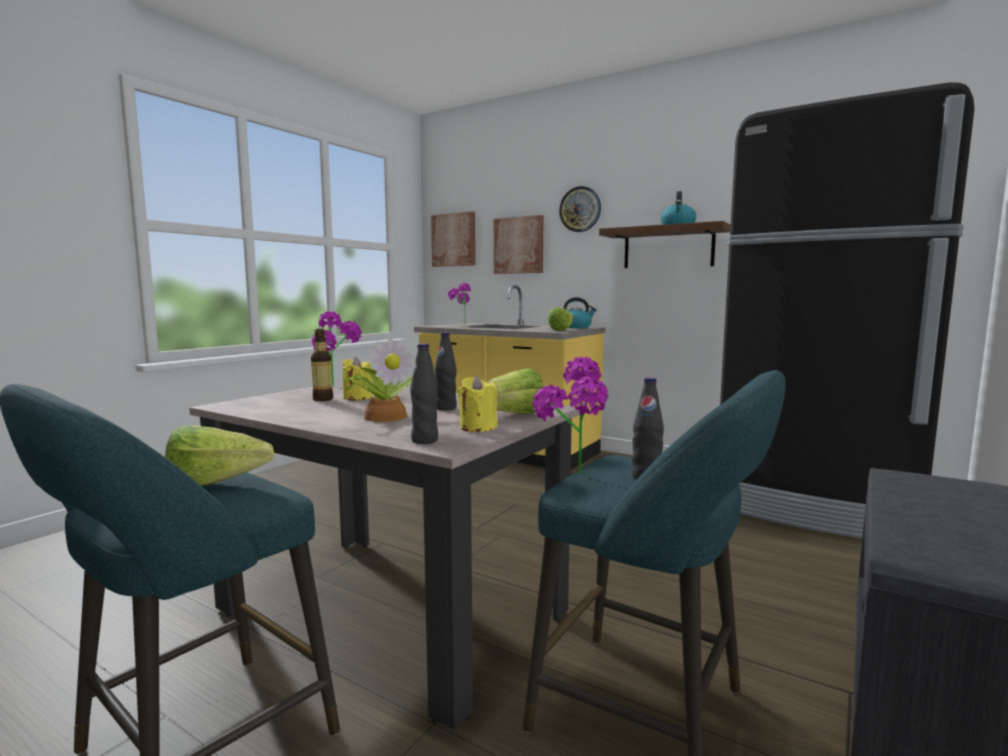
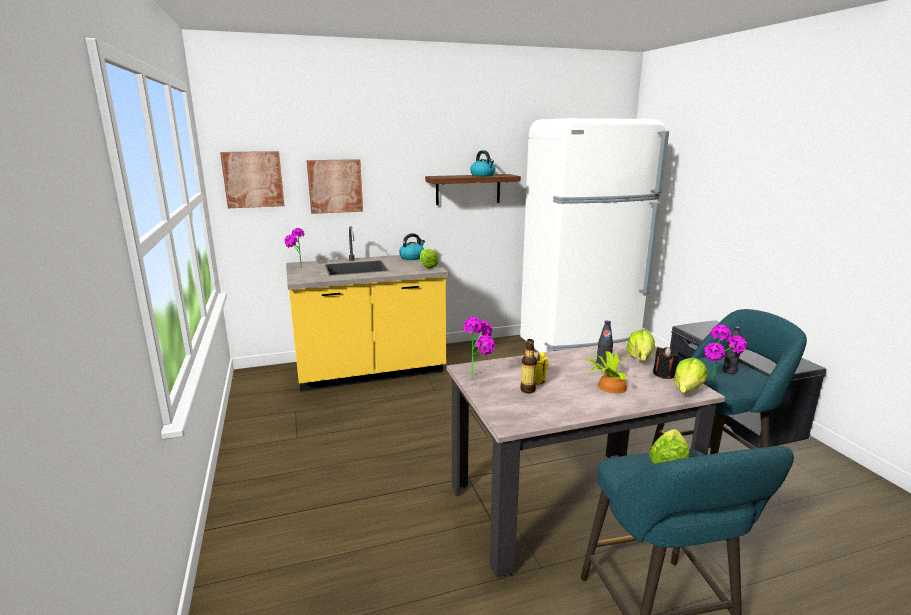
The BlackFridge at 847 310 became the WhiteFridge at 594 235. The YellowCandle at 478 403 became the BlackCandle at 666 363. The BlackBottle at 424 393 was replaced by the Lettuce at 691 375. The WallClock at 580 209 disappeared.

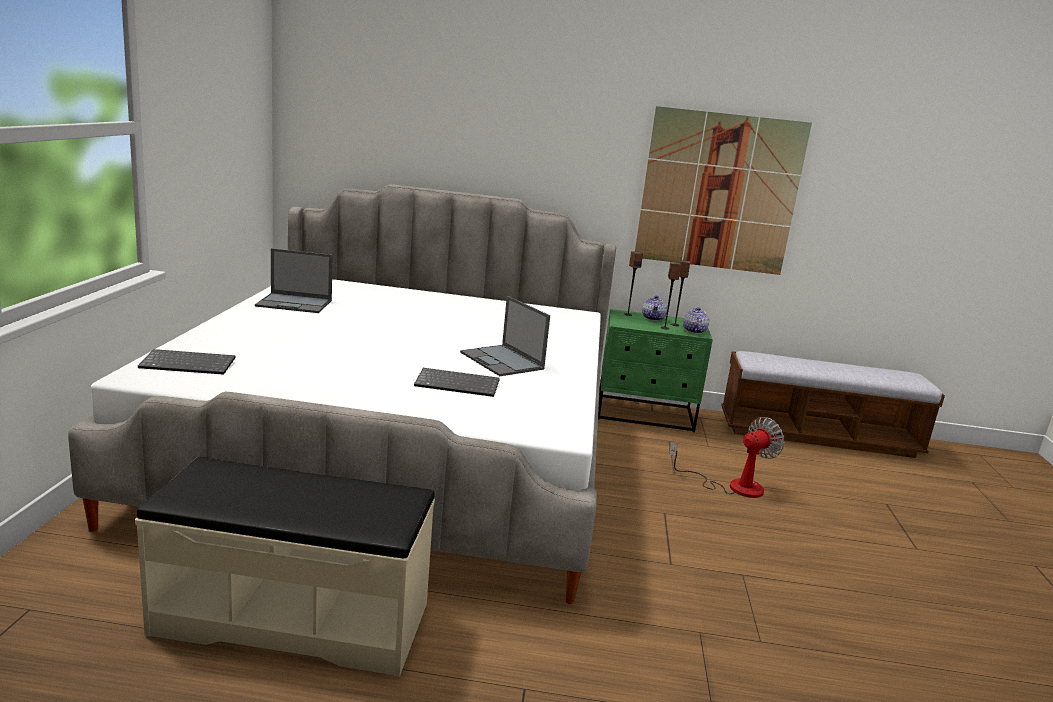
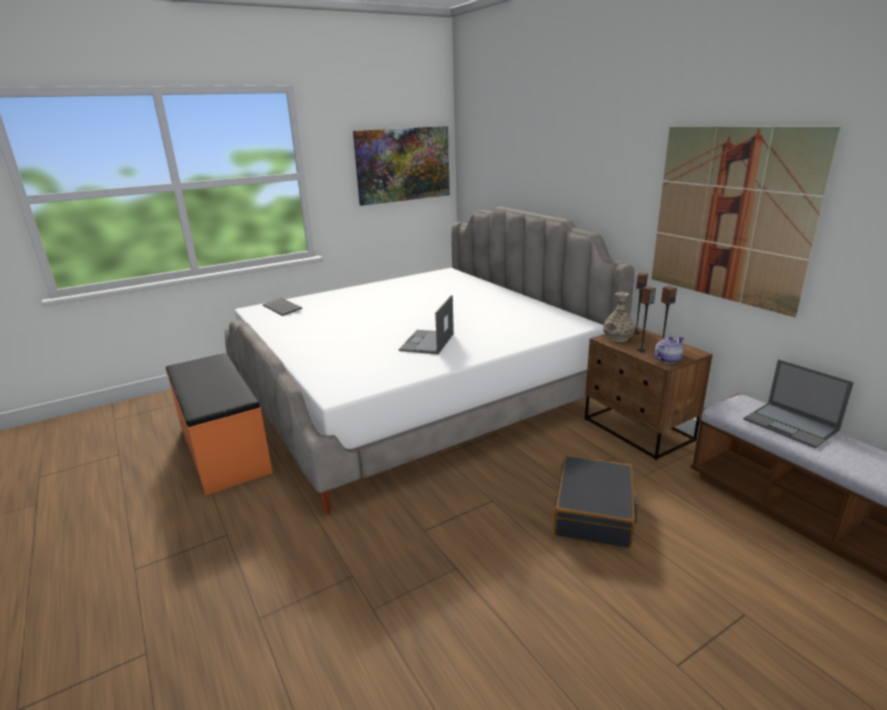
The BeigeBench at 285 567 became the OrangeBench at 219 424. The Picture at 401 166 appeared. The Fan at 727 457 was replaced by the BlackSuitcase at 596 502. The GreenNightstand at 655 370 became the BrownNightstand at 649 393. The Vase at 619 317 appeared. The Laptop moved from 294 280 to 798 403. The Keyboard at 457 382 disappeared. The Teapot at 654 308 disappeared.

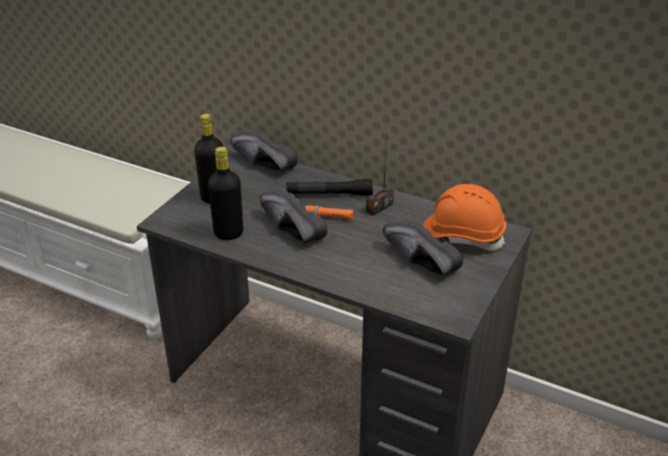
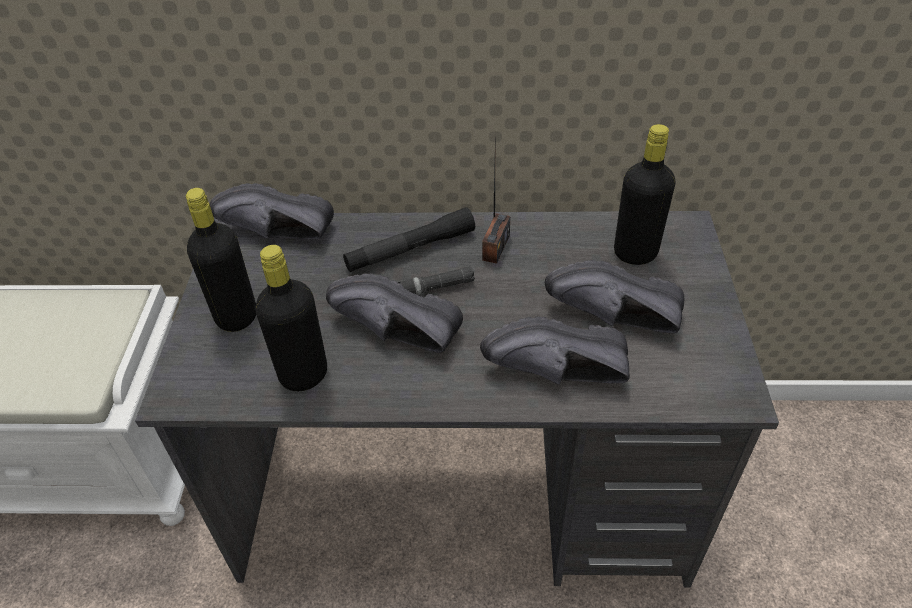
The OrangeFlashlight at 329 212 became the BlackFlashlight at 436 280. The BlackShoe at 555 350 appeared. The OrangeHardHat at 464 217 was replaced by the BlackBottle at 645 194.

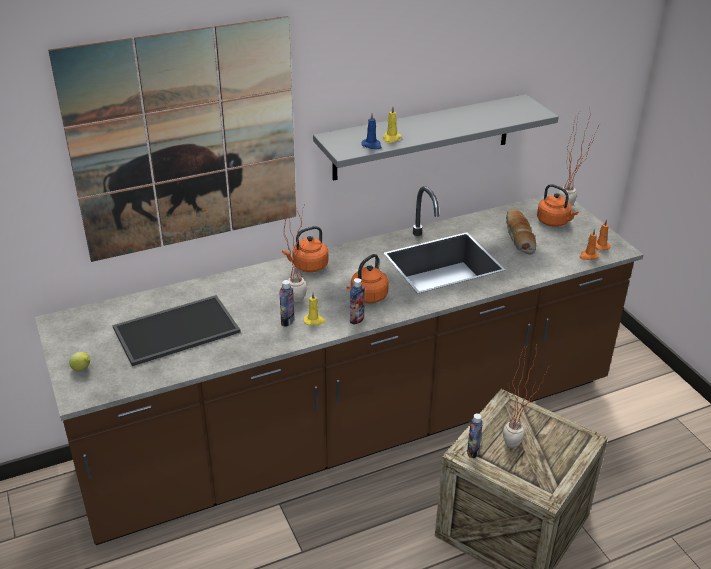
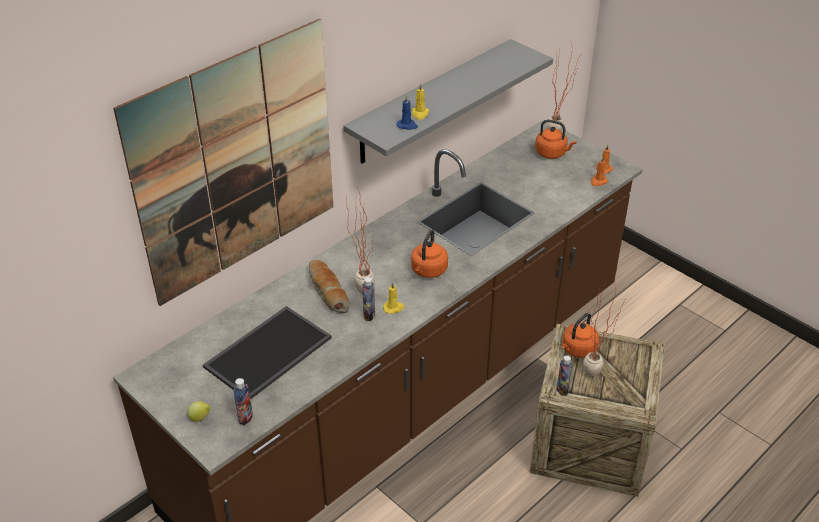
The Bottle moved from 357 301 to 243 401. The Bread moved from 521 232 to 329 286. The OrangeKettle moved from 305 249 to 580 335.

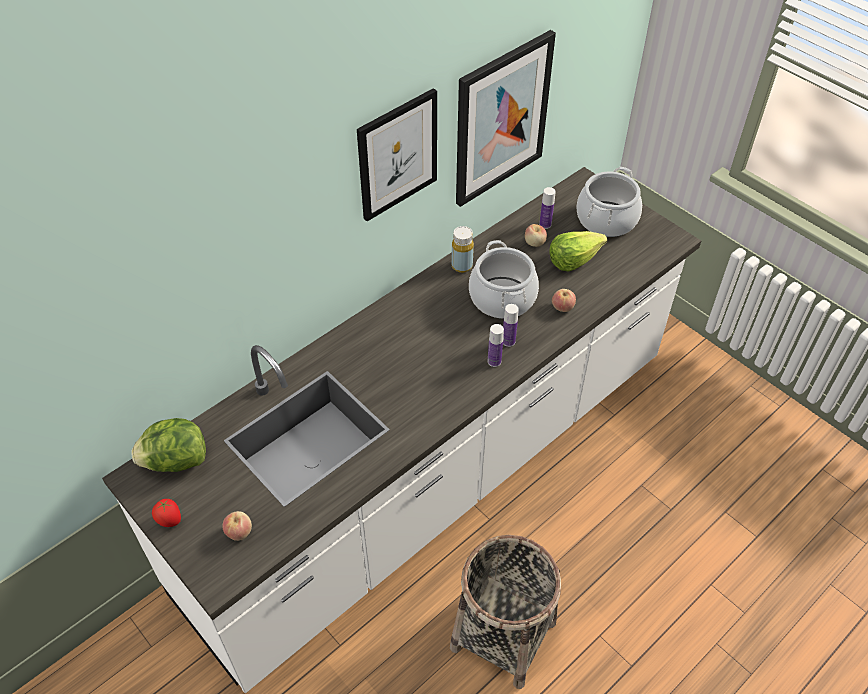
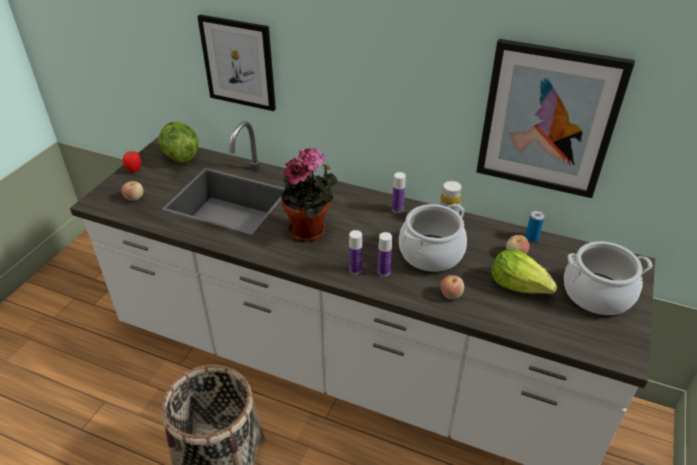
The Picture moved from 397 154 to 236 63. The PottedPlant at 309 194 appeared. The Bottle moved from 547 208 to 399 192. The Can at 535 226 appeared.

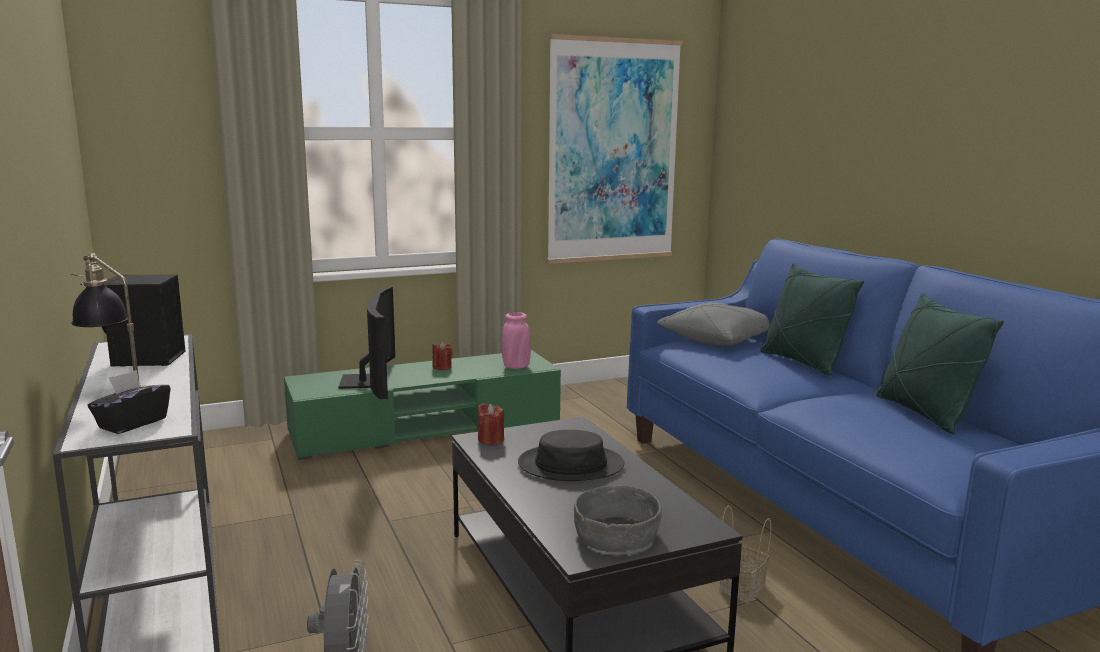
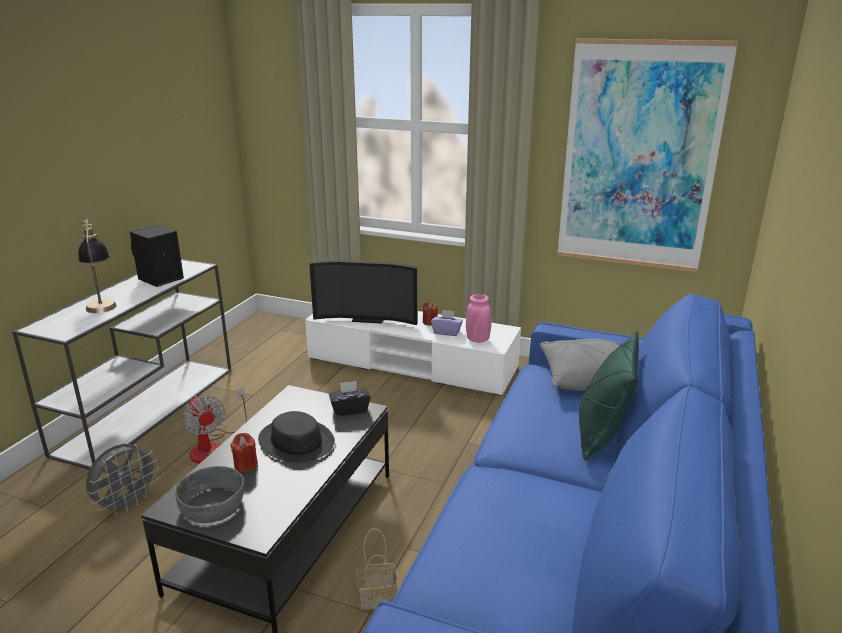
The Fan at 215 426 appeared. The RedCandle moved from 491 424 to 244 452. The GreenTvStand at 422 405 became the WhiteTvStand at 413 353. The Television at 367 343 turned 60 degrees clockwise. The BlackTissueBox moved from 129 402 to 349 398. The PurpleTissueBox at 447 323 appeared. The GreenPillow at 940 363 disappeared.

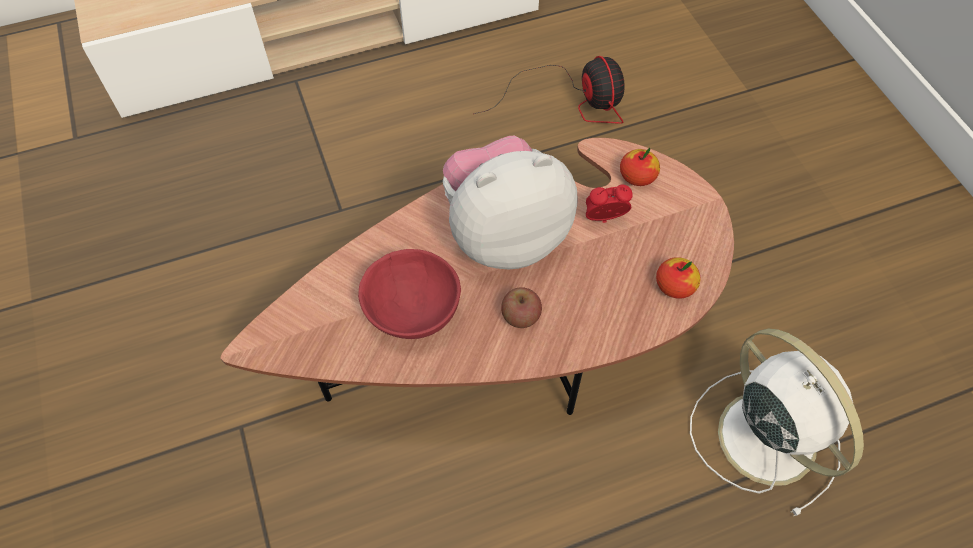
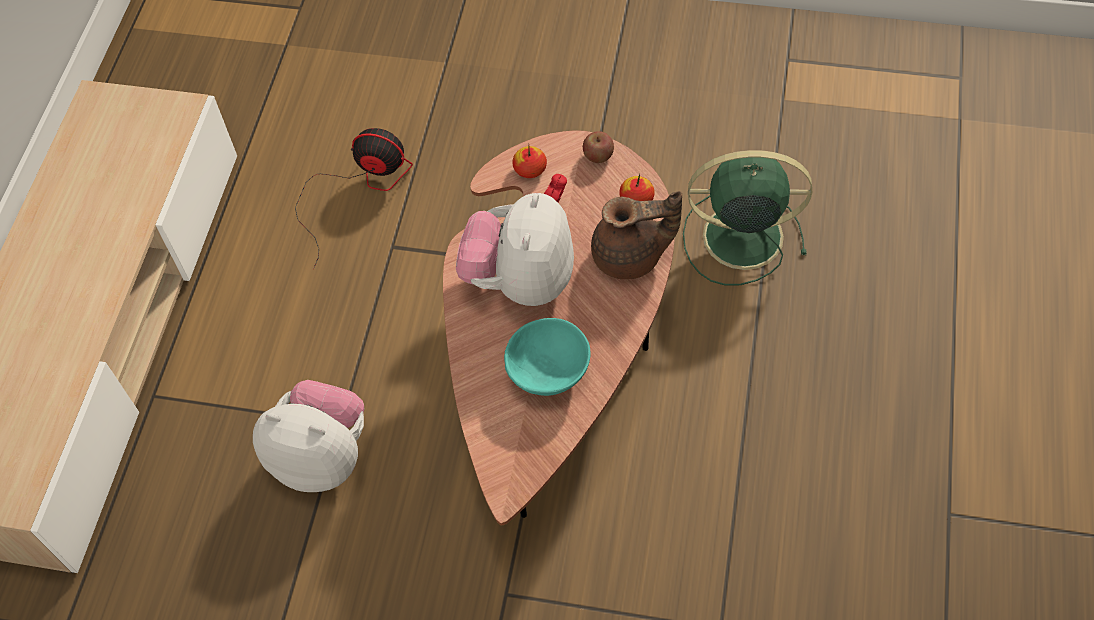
The PlushToy at 308 436 appeared. The RedBowl at 409 294 became the TurquoiseBowl at 547 357. The Apple moved from 521 307 to 598 147. The BrownTeapot at 636 235 appeared. The WhiteFan at 777 423 became the GreenFan at 747 218.

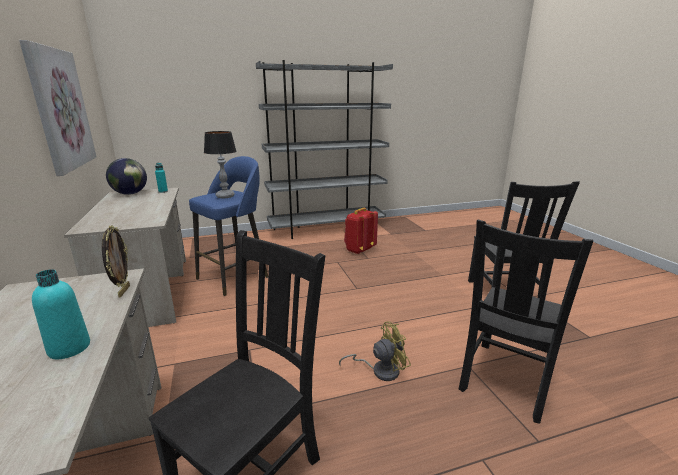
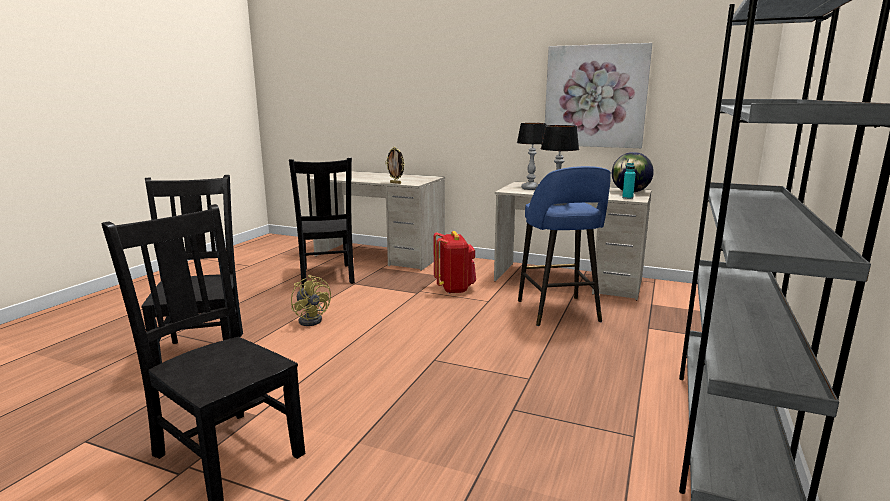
The YellowFan at 375 351 turned 60 degrees counterclockwise. The RedBackpack moved from 361 231 to 454 262. The TableLamp at 532 156 appeared. The TurquoiseBottle at 61 314 disappeared.

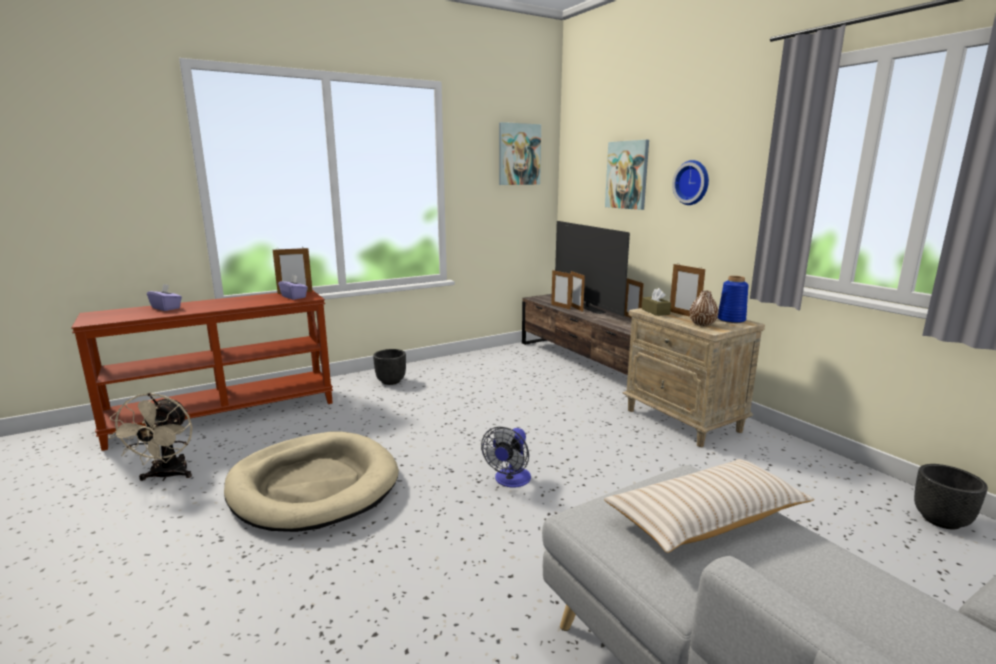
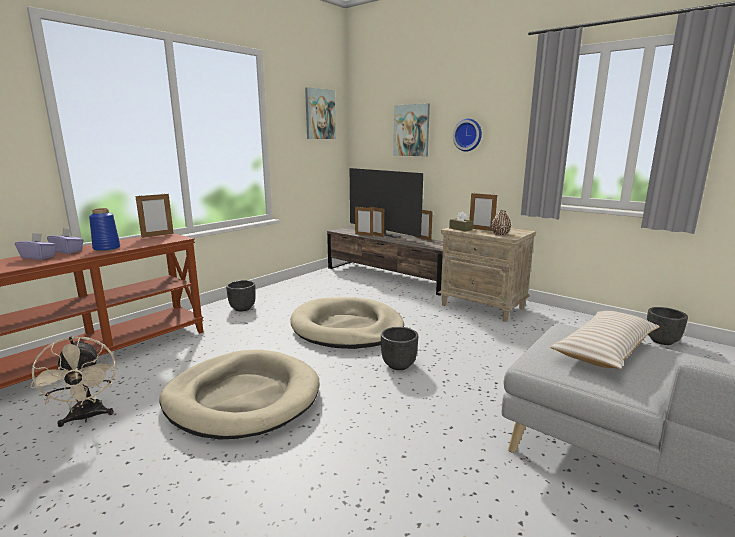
The PurpleTissueBox moved from 293 287 to 65 241. The BlueVase moved from 733 299 to 104 229. The BeigeDogBed at 347 323 appeared. The Fan at 506 457 was replaced by the BlackPlanter at 399 348.

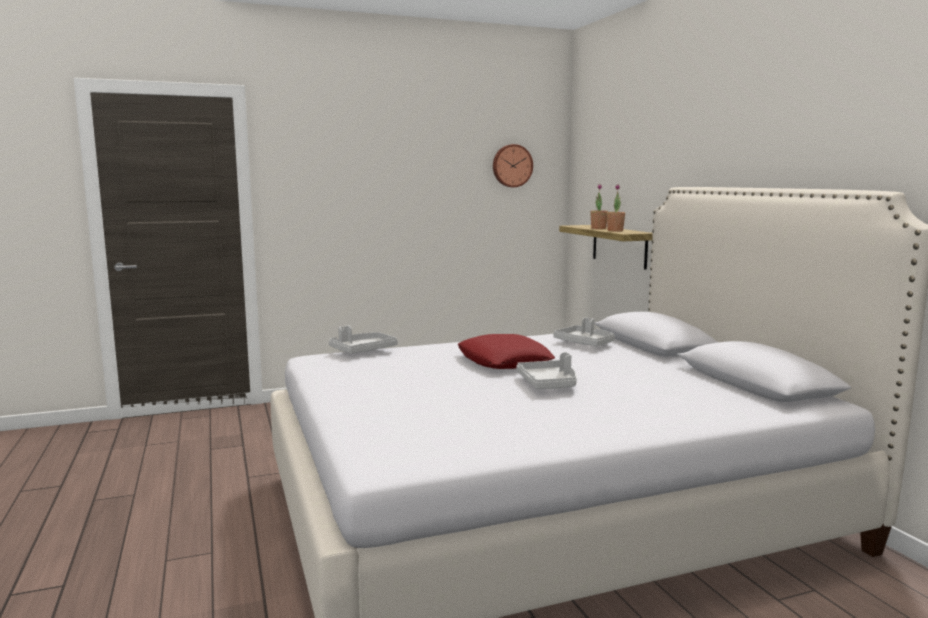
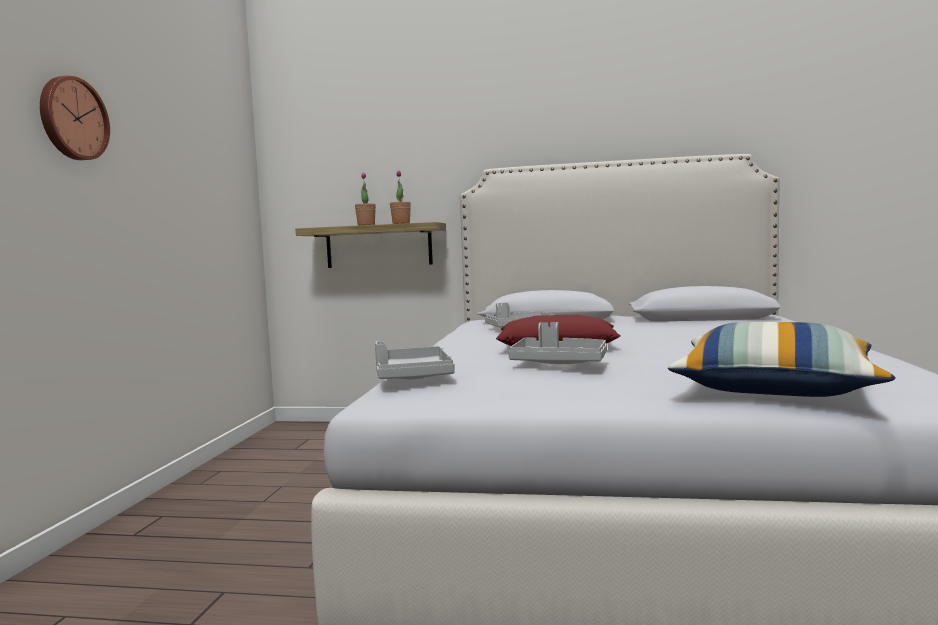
The WallClock moved from 513 165 to 75 118. The GreyTray moved from 547 370 to 557 343. The Pillow at 781 359 appeared.

